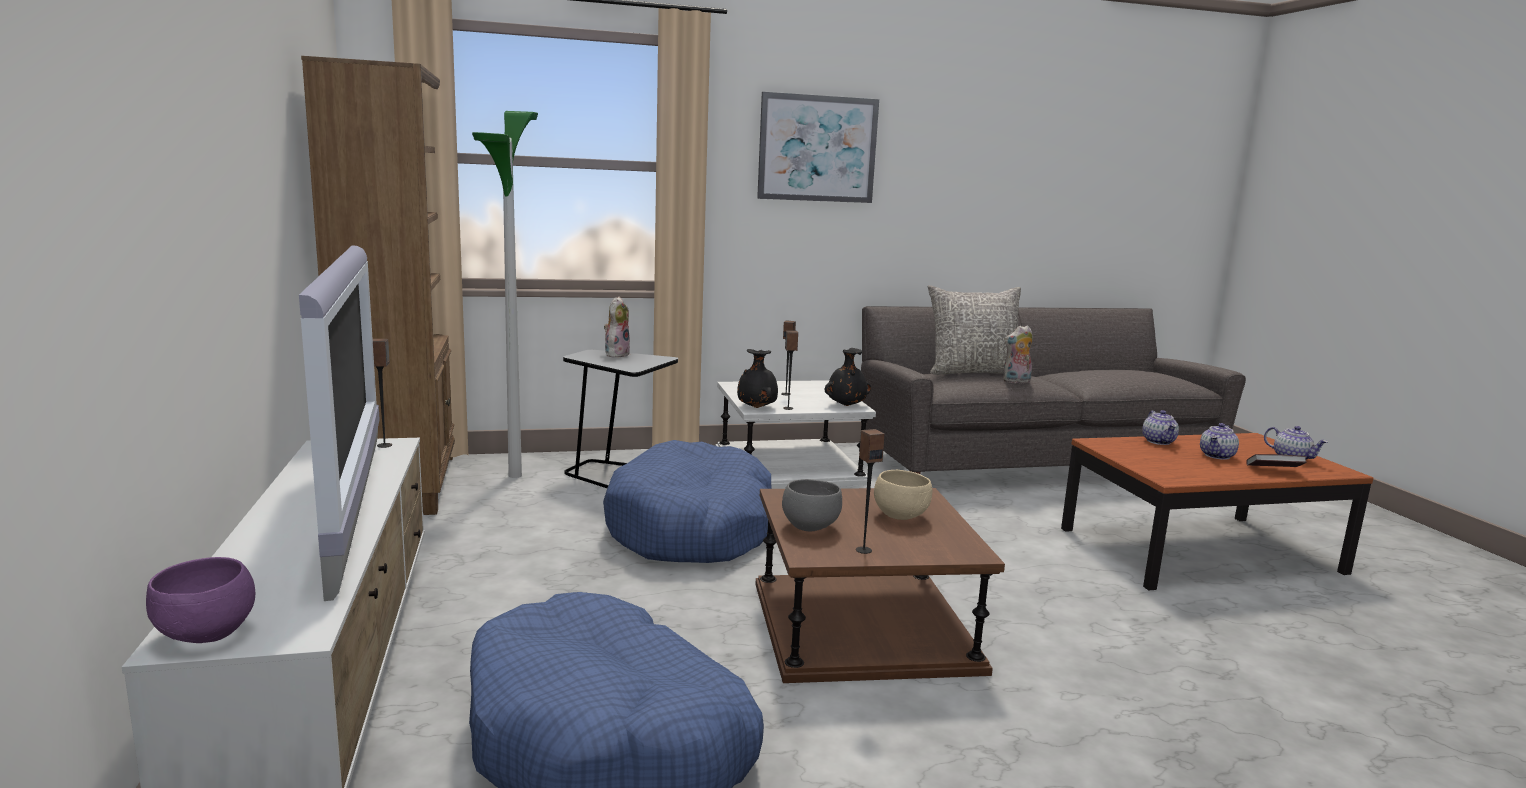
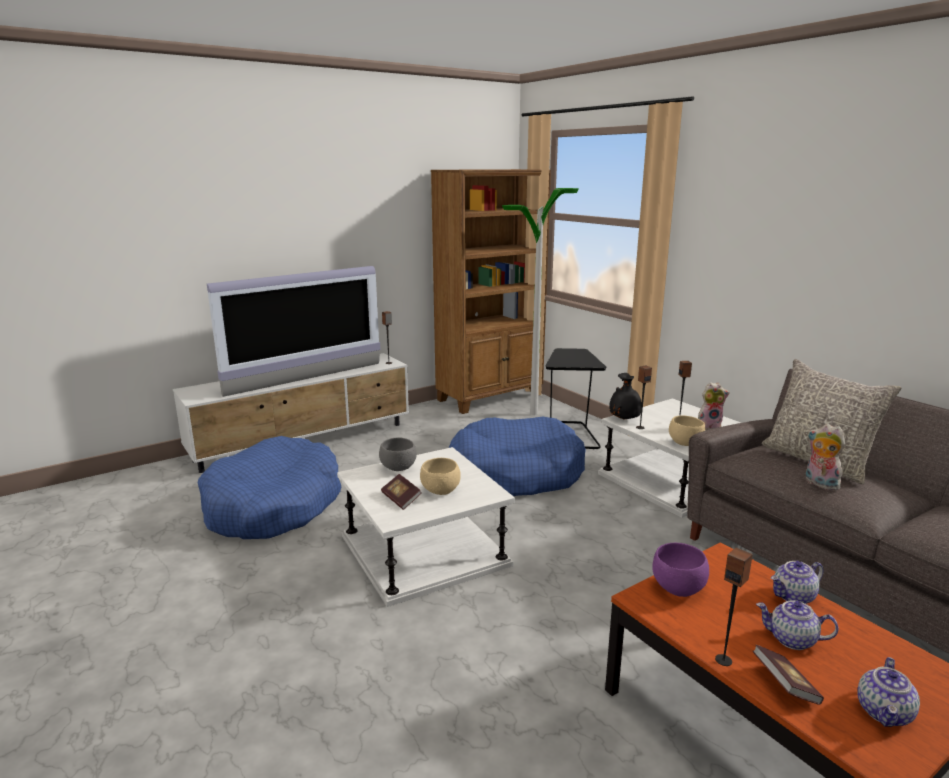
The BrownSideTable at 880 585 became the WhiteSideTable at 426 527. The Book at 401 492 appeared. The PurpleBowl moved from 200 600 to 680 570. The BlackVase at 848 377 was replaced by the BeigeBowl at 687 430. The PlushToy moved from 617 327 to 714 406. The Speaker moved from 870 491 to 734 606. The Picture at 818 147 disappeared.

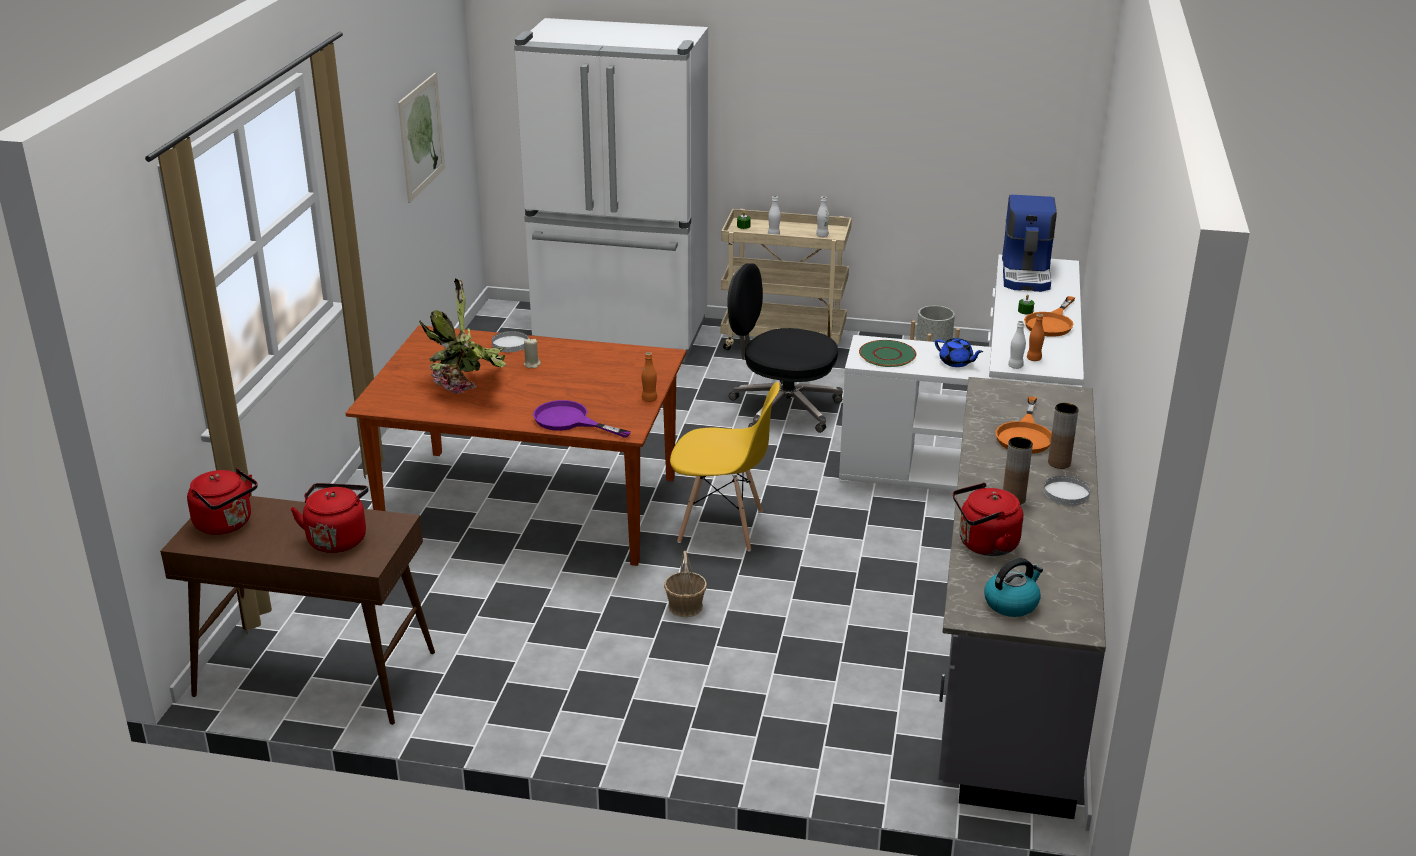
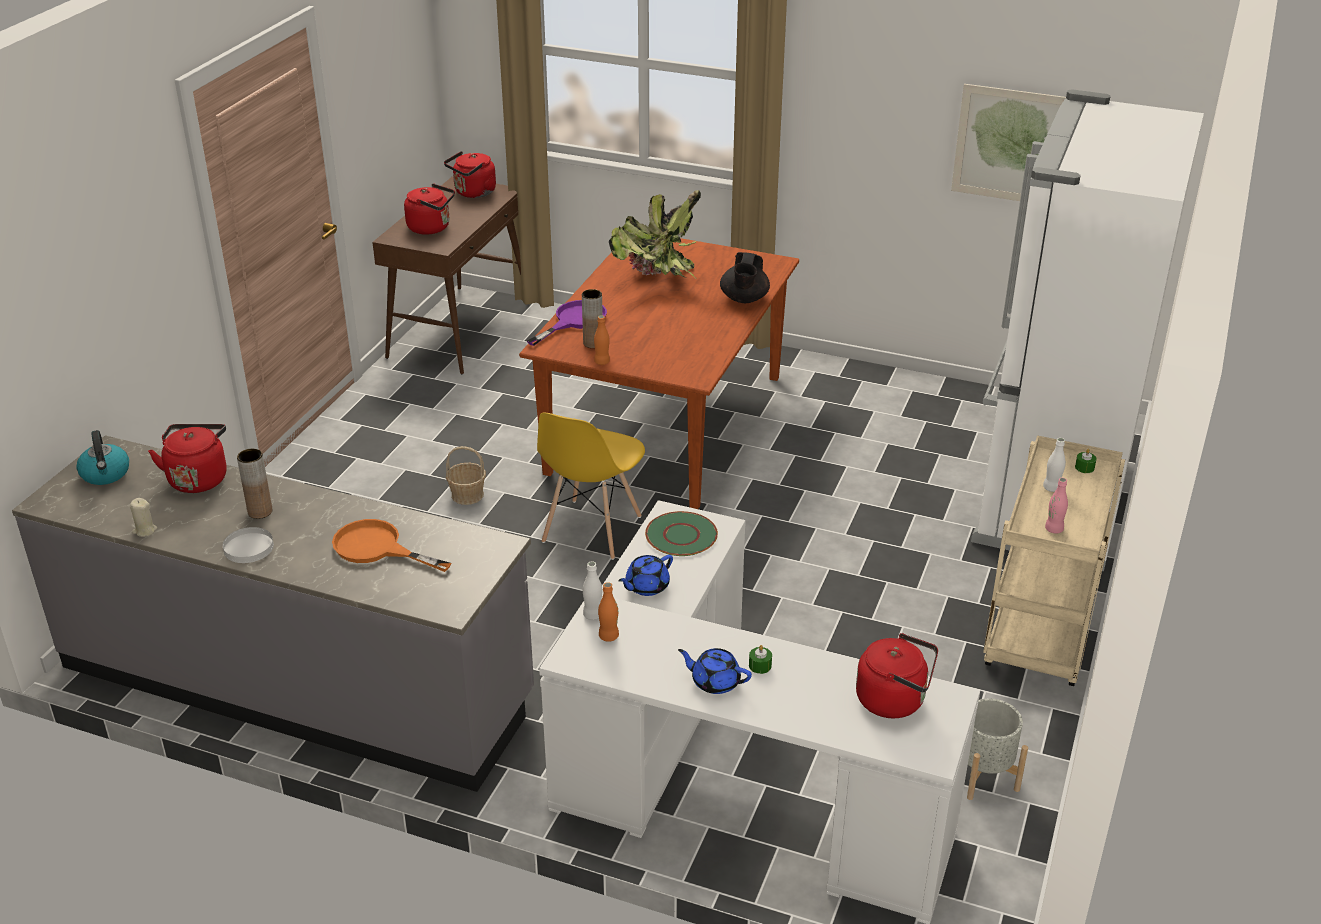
The BeigeCandle moved from 532 353 to 143 517. The BrownVase moved from 1063 436 to 592 318. The OrangeFryingPan at 1049 316 was replaced by the BlueTeapot at 715 671. The WhitePlate at 510 341 was replaced by the BlackTeapot at 745 277. The CoffeeMachine at 1029 243 was replaced by the RedKettle at 897 675. The WhiteBottle at 822 216 became the PinkBottle at 1056 506. The BlackOfficeChair at 784 348 disappeared.

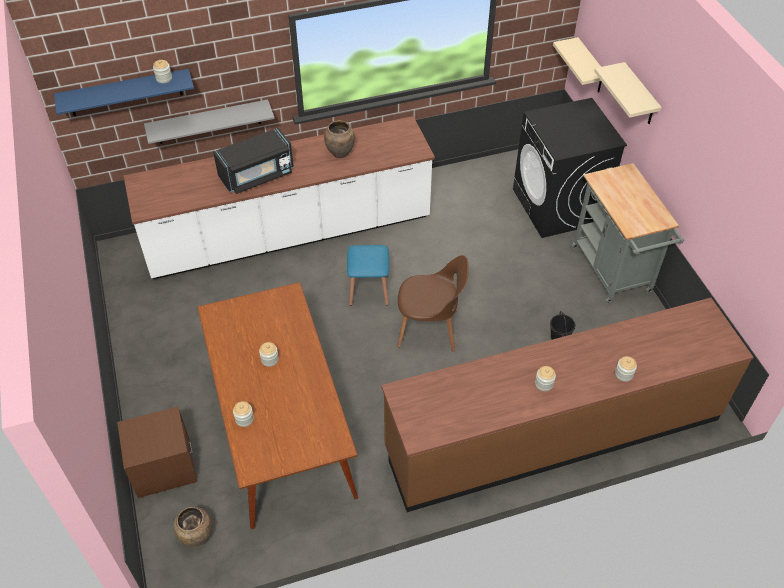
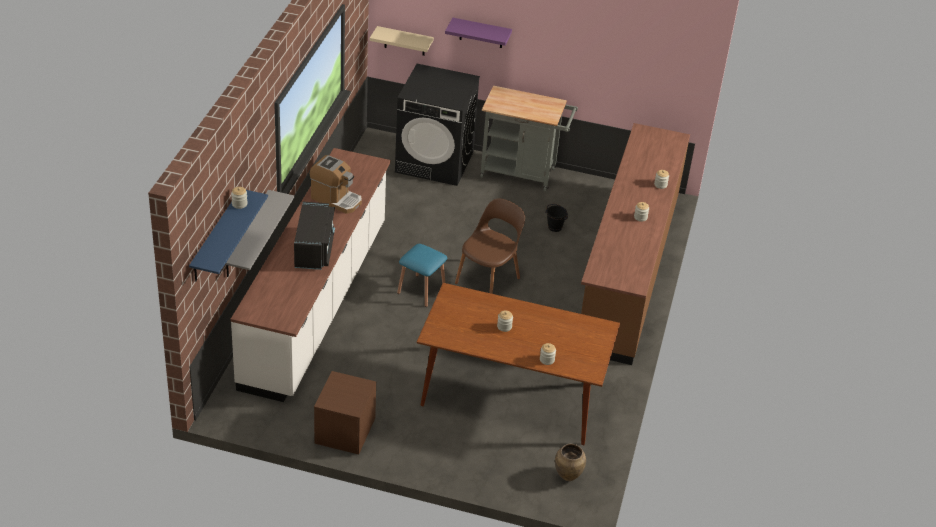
The BrownVase at 339 139 was replaced by the CoffeeMachine at 336 184. The BrownNightstand moved from 157 452 to 345 413. The BeigeShelf at 628 93 became the PurpleShelf at 478 33.

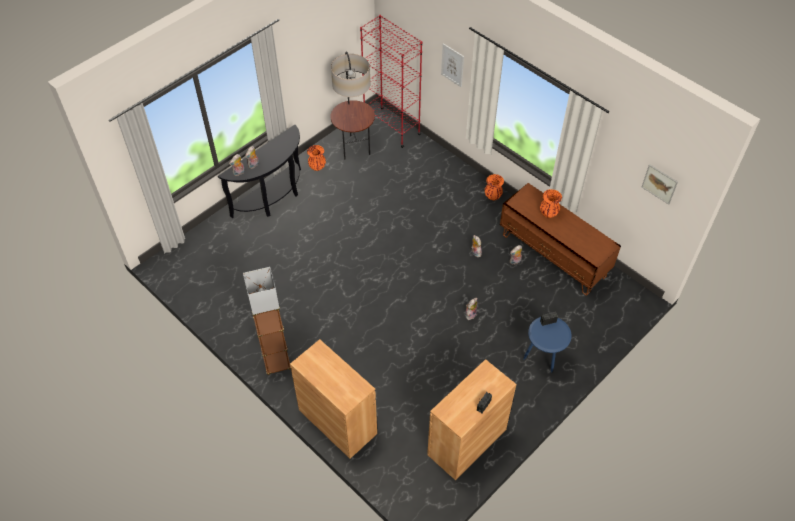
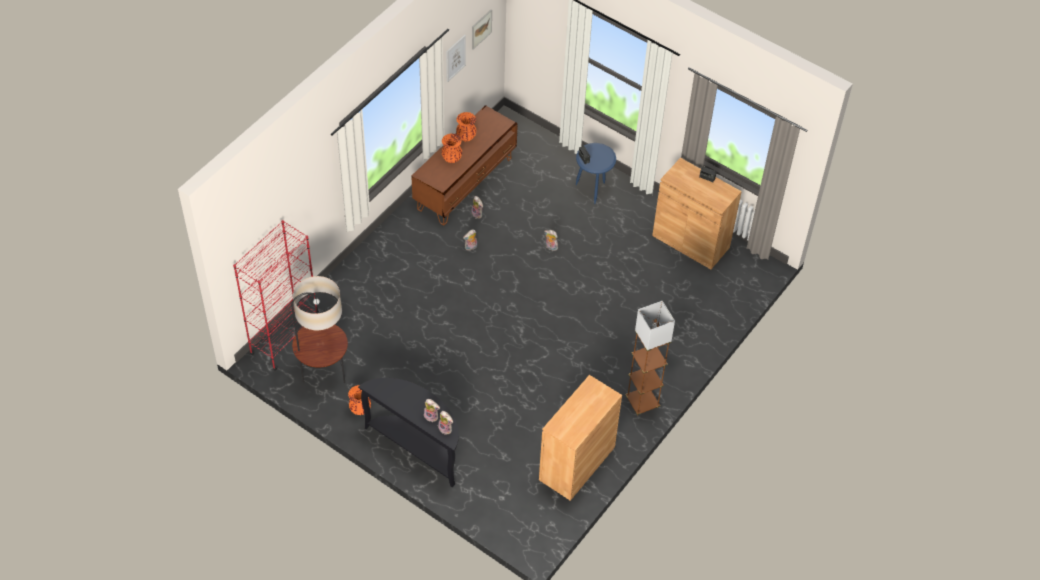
The Picture moved from 452 65 to 456 58. The OrangeVase moved from 494 187 to 466 127. The BrownCabinet moved from 333 399 to 580 438.

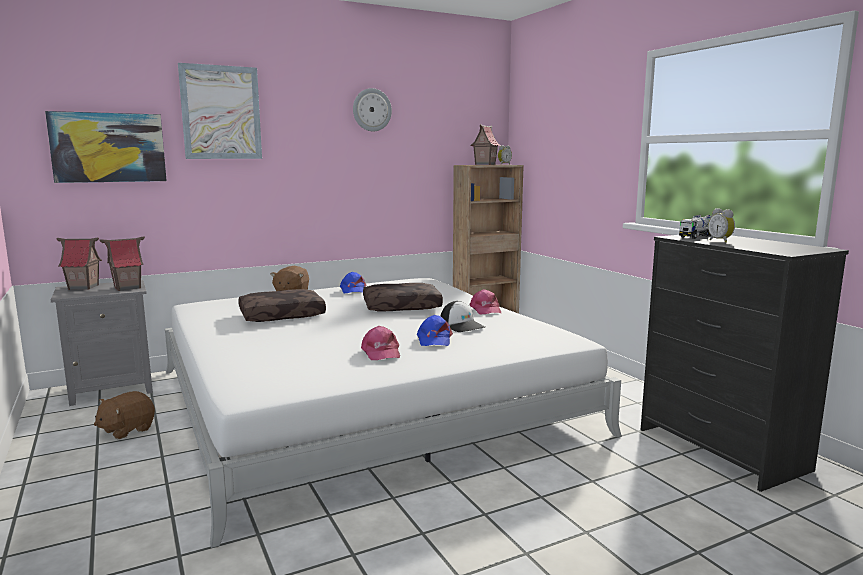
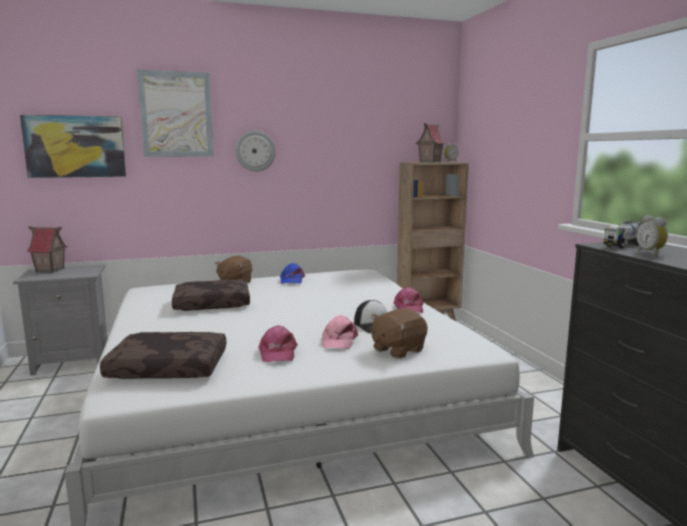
The BrownPillow moved from 403 297 to 163 355. The WallClock moved from 372 109 to 255 151. The BlueCap at 435 330 became the PinkCap at 340 332. The BrownPlushToy moved from 124 415 to 399 333. The ToyHouse at 122 264 disappeared.

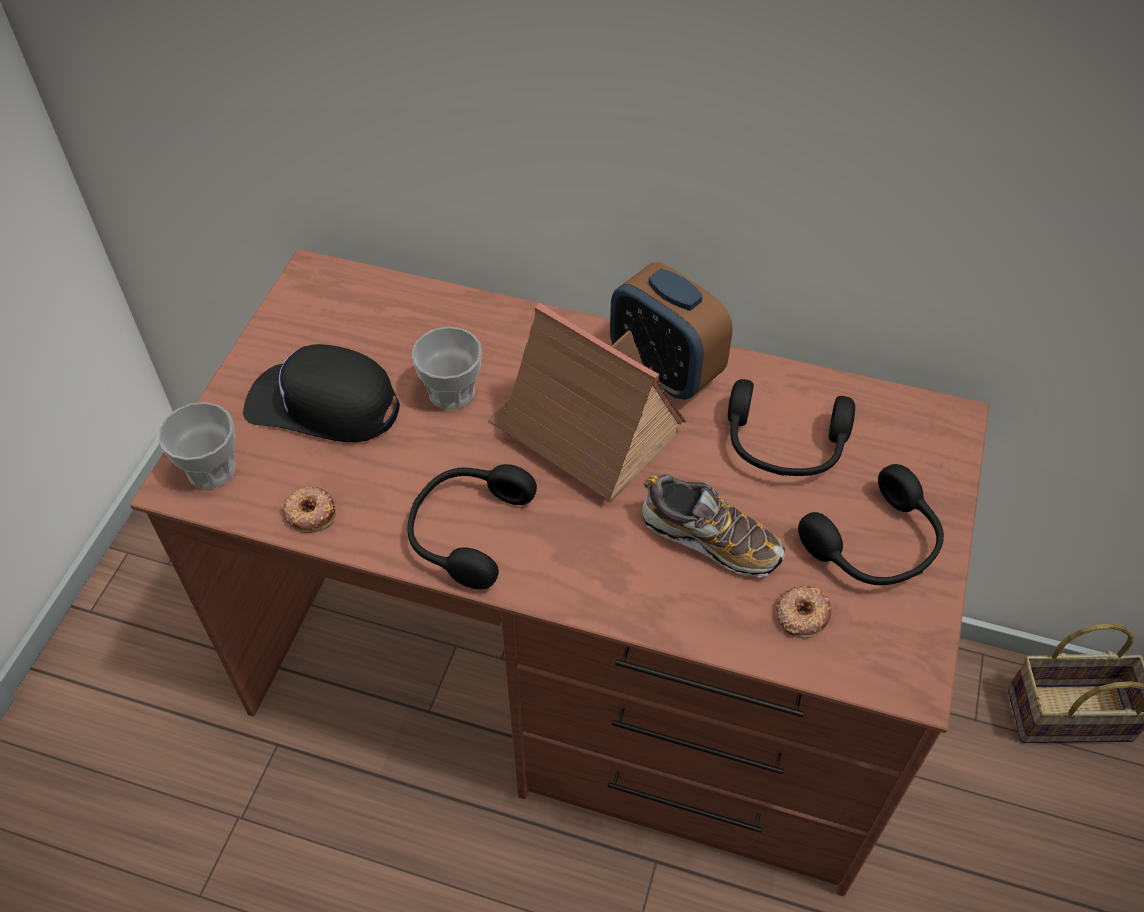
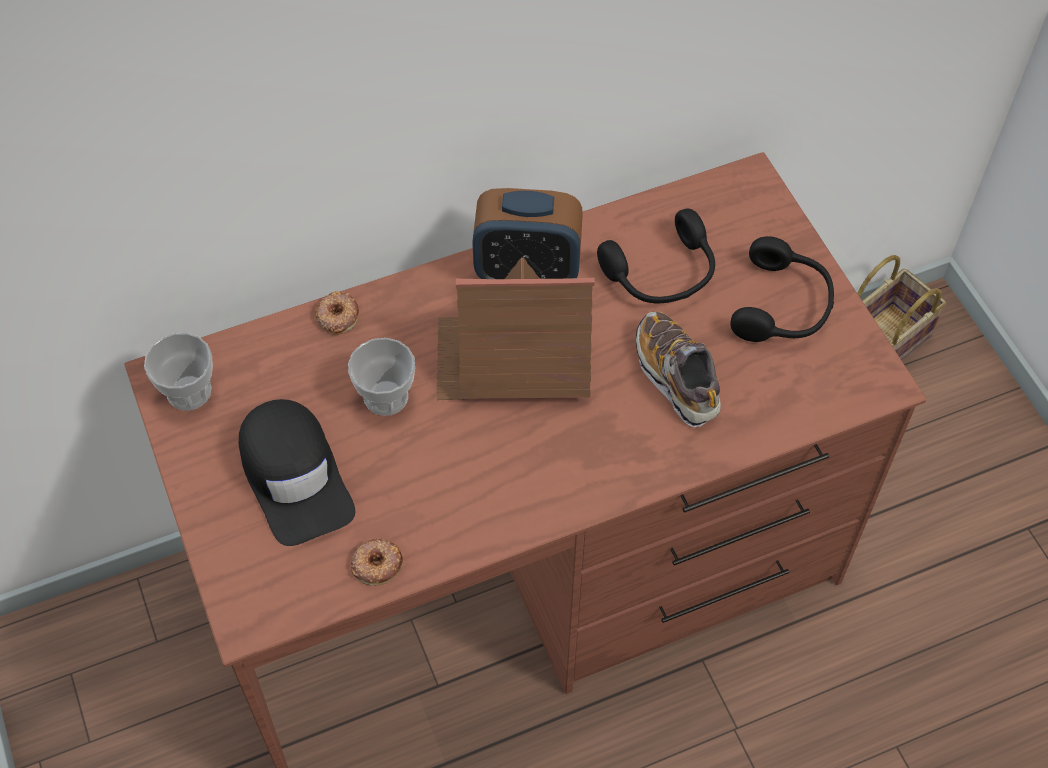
The Cup moved from 197 445 to 178 372. The BlackCap at 321 393 turned 90 degrees counterclockwise. The Donut moved from 803 612 to 337 313. The Shoe at 713 525 turned 105 degrees counterclockwise. The BlackHeadphones at 472 527 disappeared.

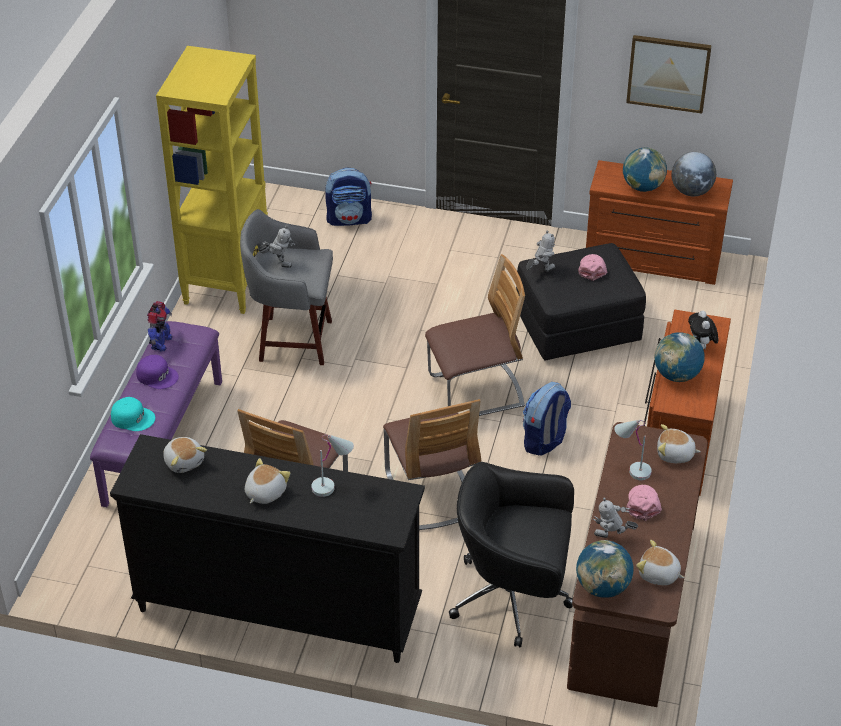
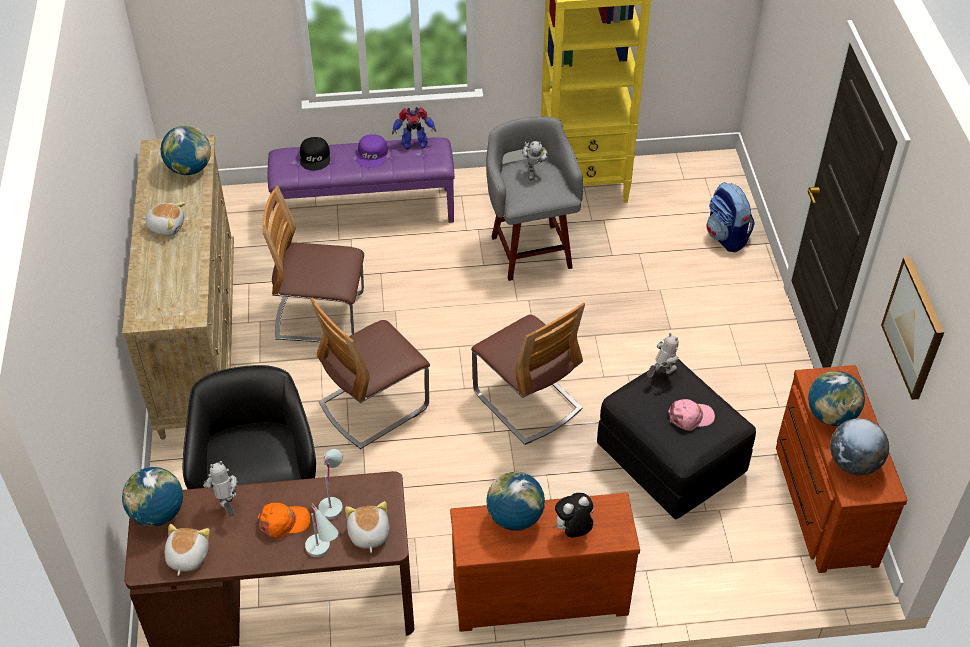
The BlackDresser at 267 548 became the BeigeDresser at 178 287. The PlushToy at 185 455 was replaced by the Globe at 185 150. The PinkCap at 644 502 became the OrangeCap at 284 521. The TurquoiseCap at 133 414 became the BlackCap at 315 154. The WhiteTableLamp moved from 332 466 to 321 530. The ToyRobot at 540 251 turned 75 degrees counterclockwise. The Backpack at 547 419 disappeared.

